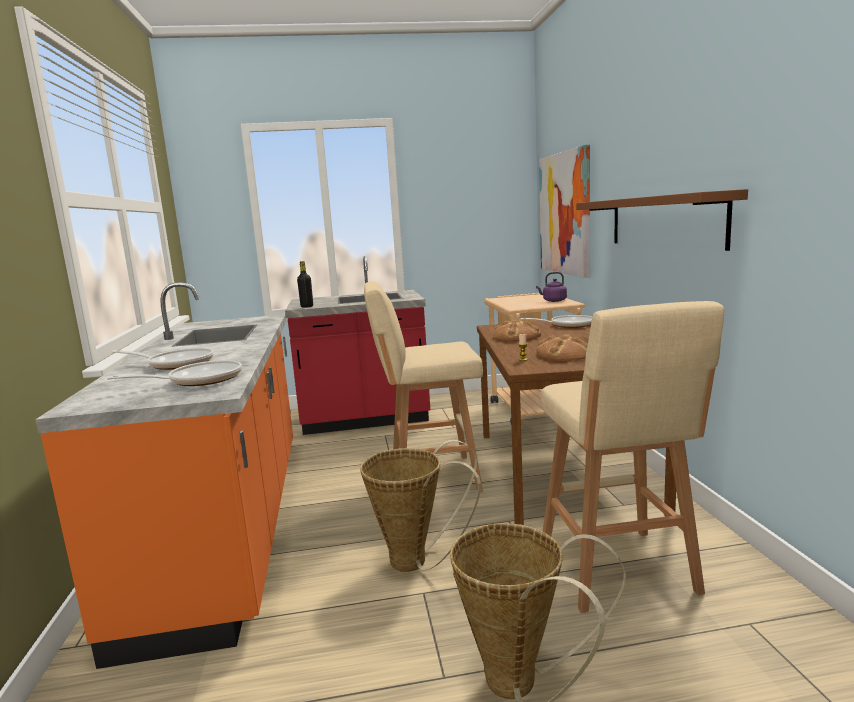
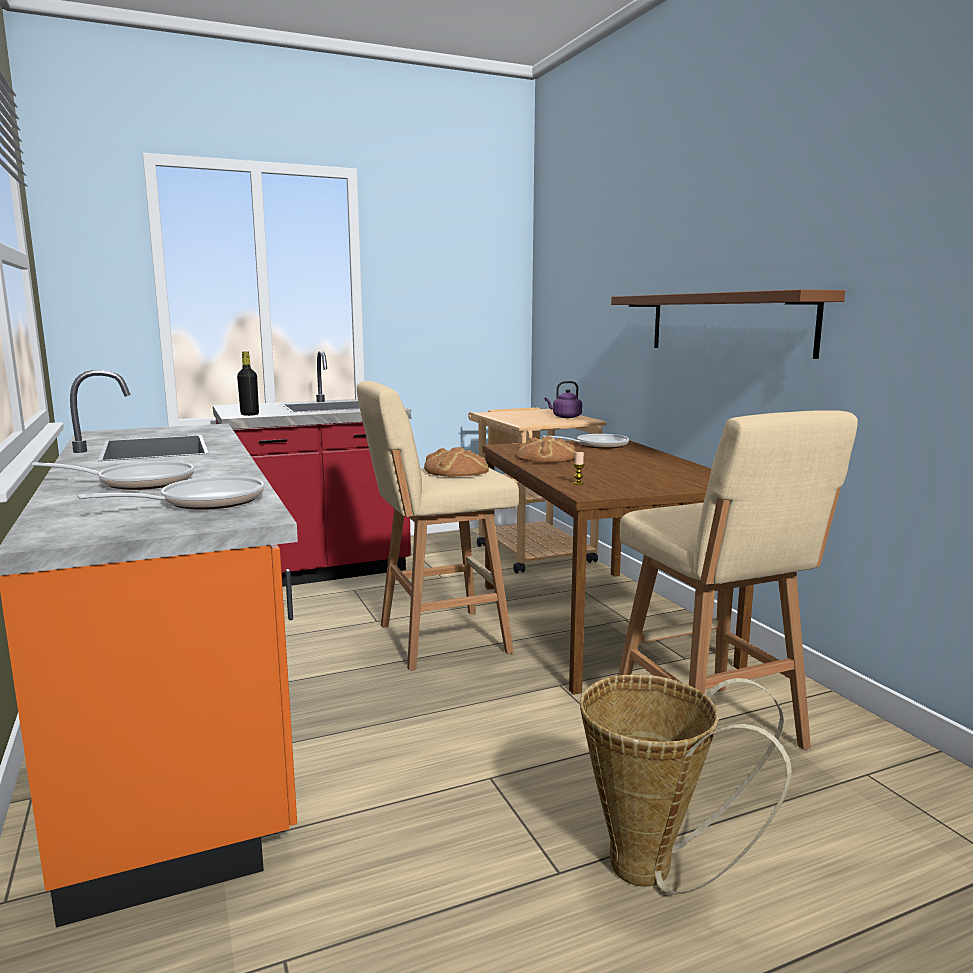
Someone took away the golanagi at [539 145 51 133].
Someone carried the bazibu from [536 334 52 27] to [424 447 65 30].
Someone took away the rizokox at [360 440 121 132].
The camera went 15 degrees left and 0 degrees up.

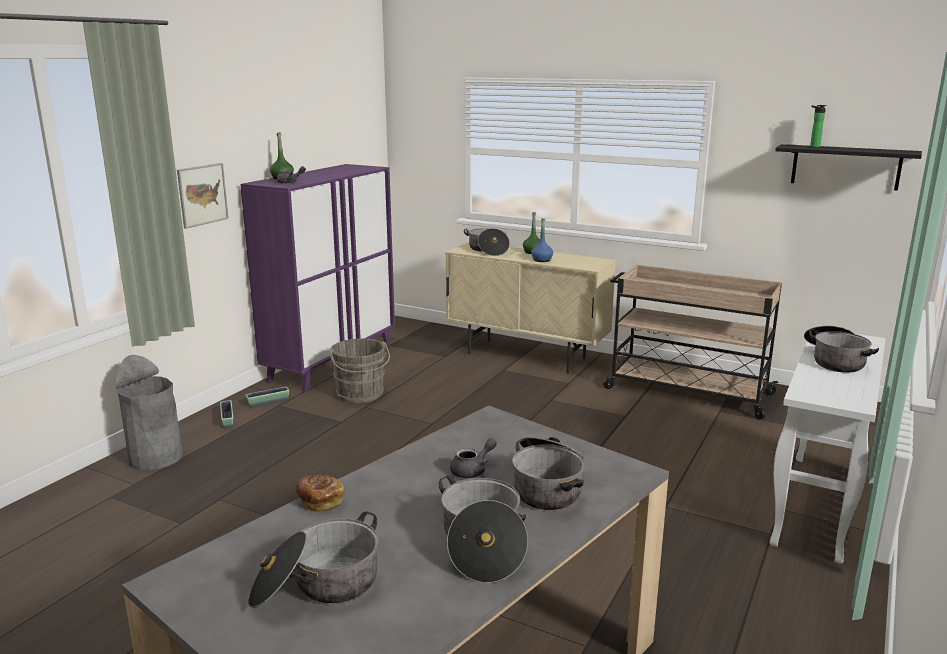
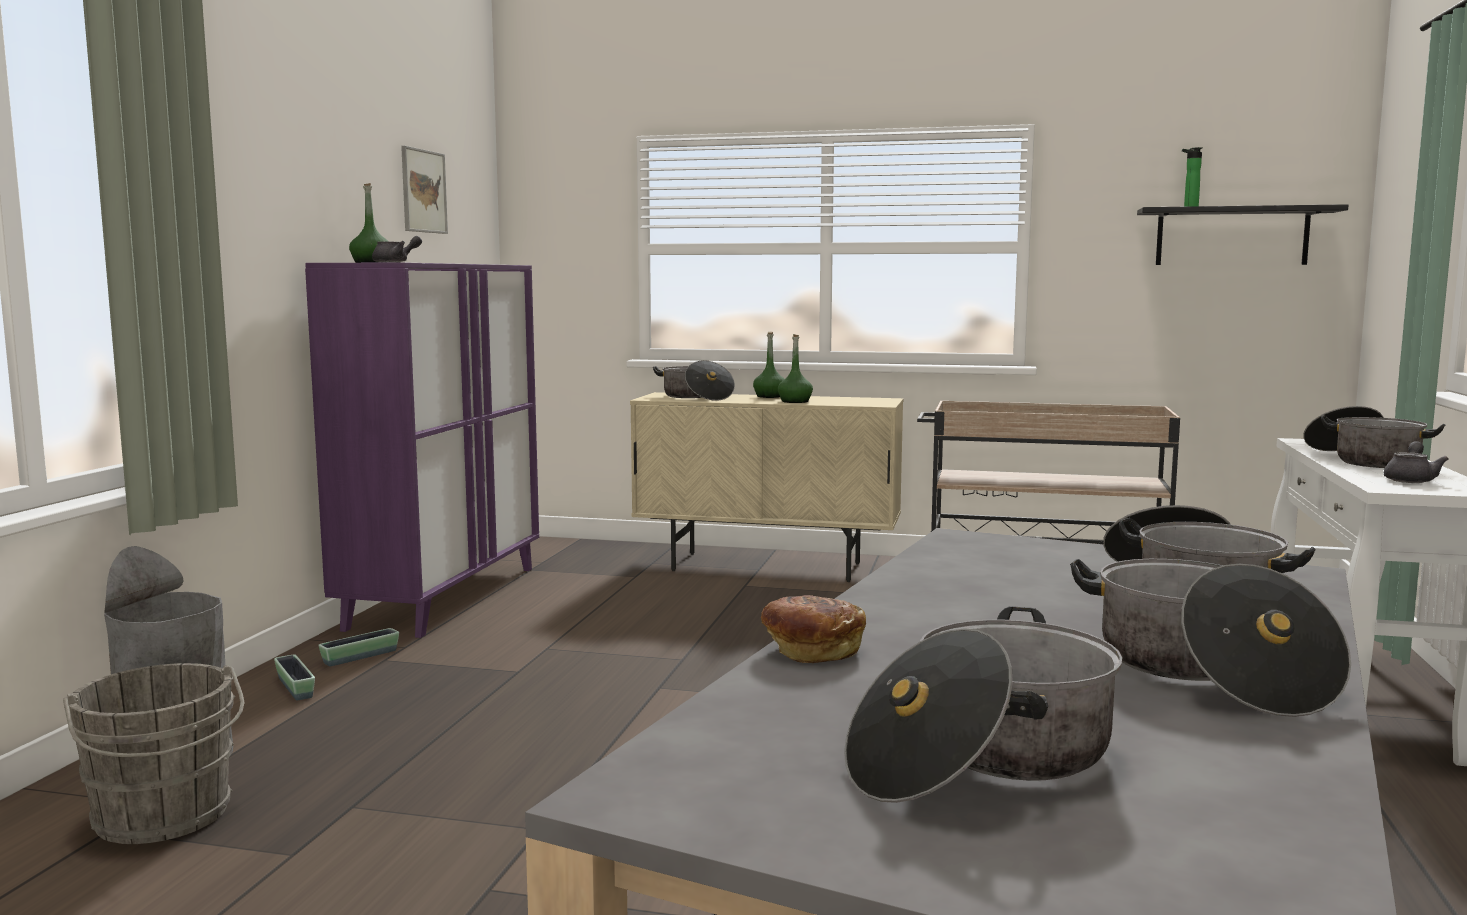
Someone carried the golanagi from [177 163 52 66] to [401 146 47 88].
Someone repainted the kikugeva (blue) at [531 218 22 44], which became the kikugeva (green) at [778 334 35 69].
Someone carried the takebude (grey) from [329 338 61 65] to [63 663 181 181].
Someone carried the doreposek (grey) from [450 438 47 40] to [1384 441 65 42].
The camera went 15 degrees left and 10 degrees down.

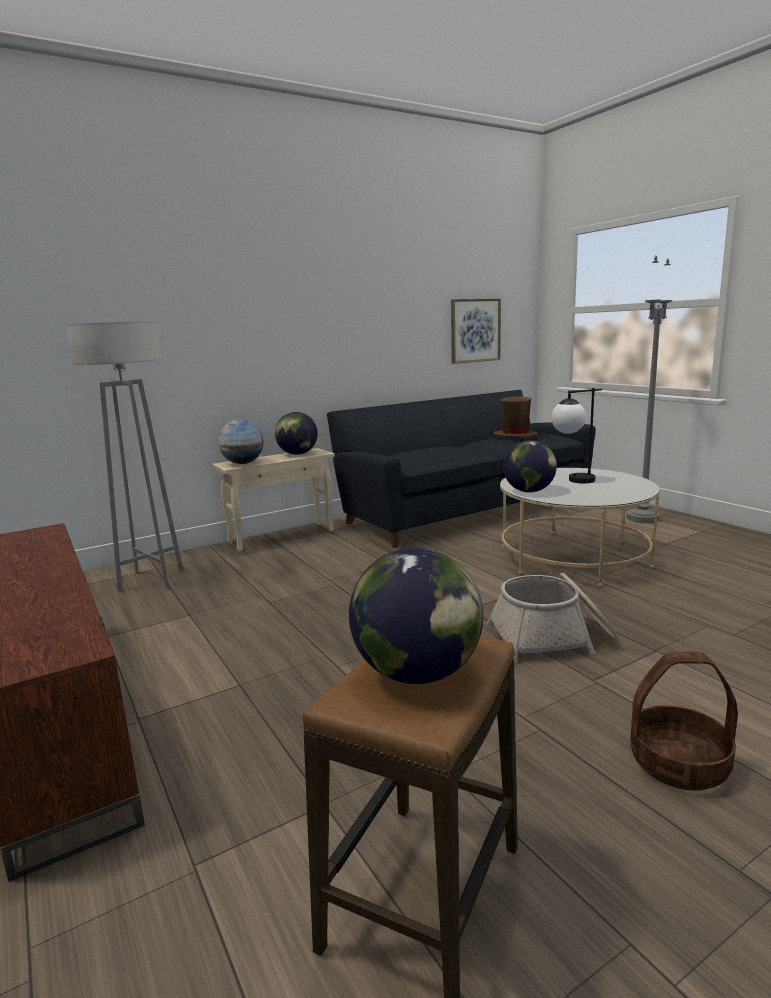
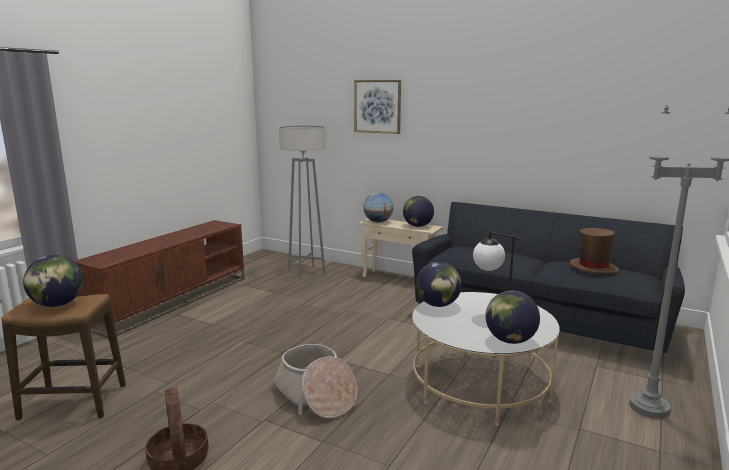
Someone carried the golanagi from [451 298 50 66] to [354 80 47 54].
Someone put down the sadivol at [486 291 54 53].
The camera went 60 degrees right and 0 degrees up.

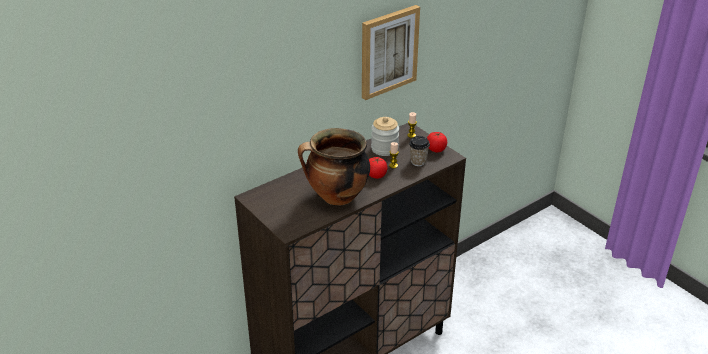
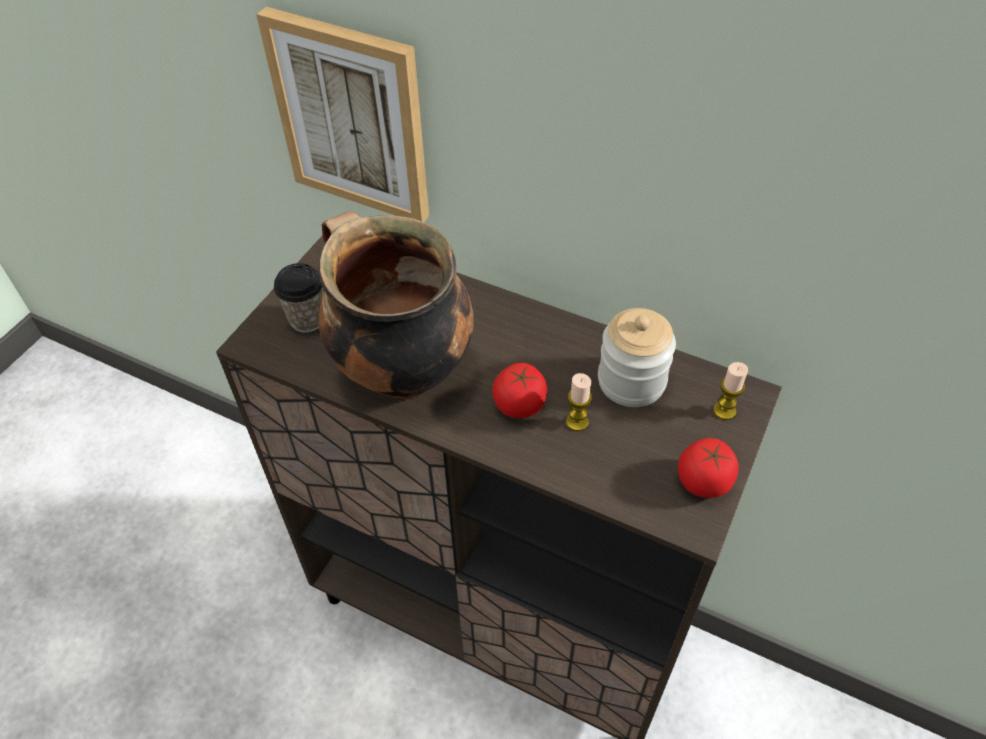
Someone carried the golanagi from [362 5 58 95] to [256 7 173 215].
Someone carried the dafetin from [409 136 21 30] to [274 263 49 70].
The camera went 65 degrees right and 15 degrees up.

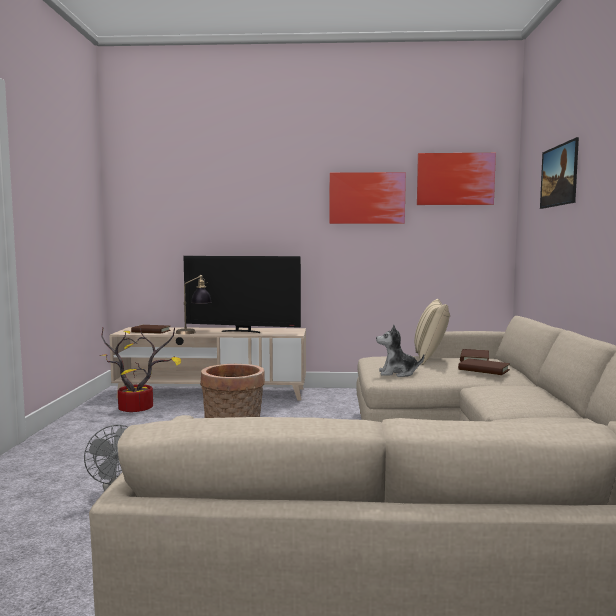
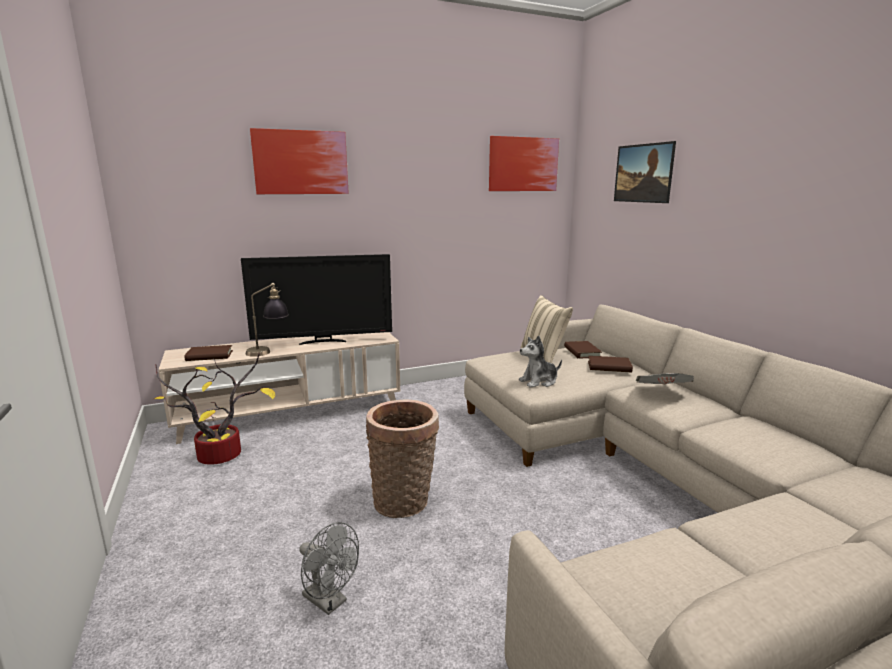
Someone carried the golanagi from [329 172 77 52] to [250 128 99 66].
Someone put down the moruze at [636 373 58 12].
The camera went 25 degrees left and 10 degrees up.

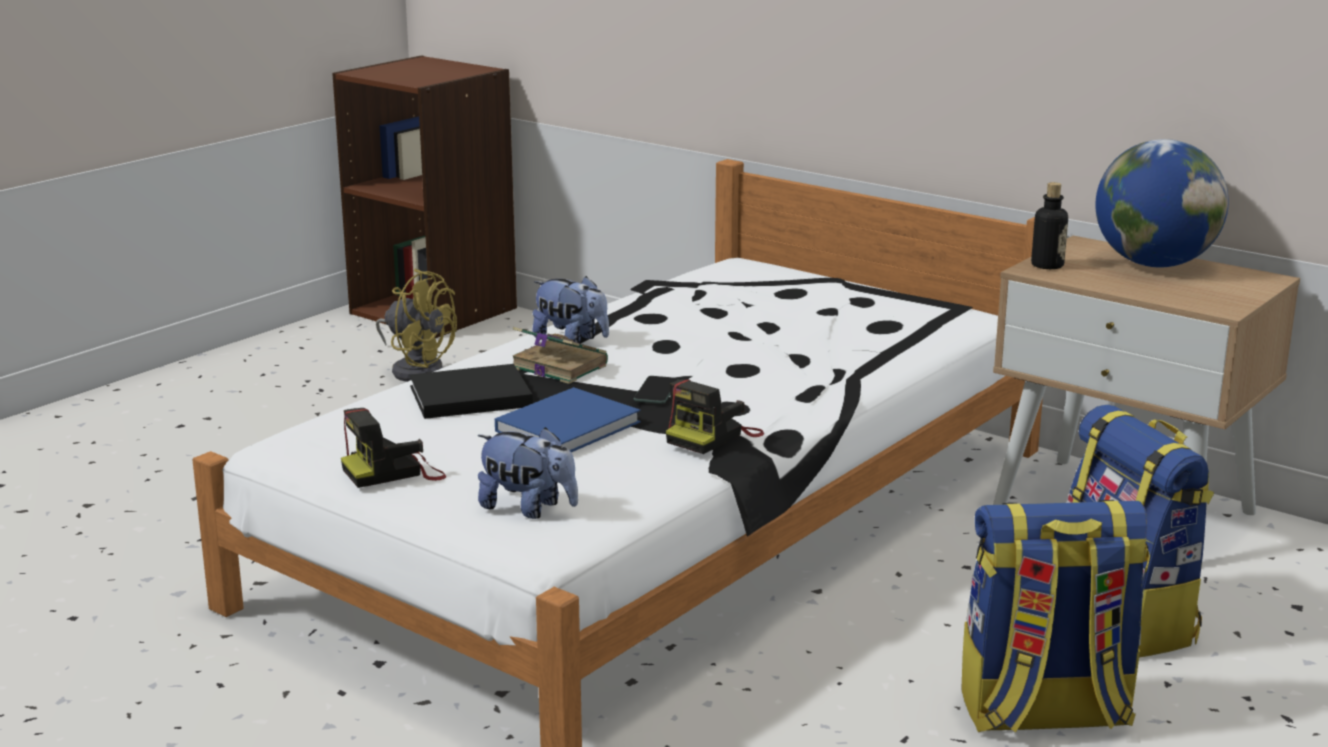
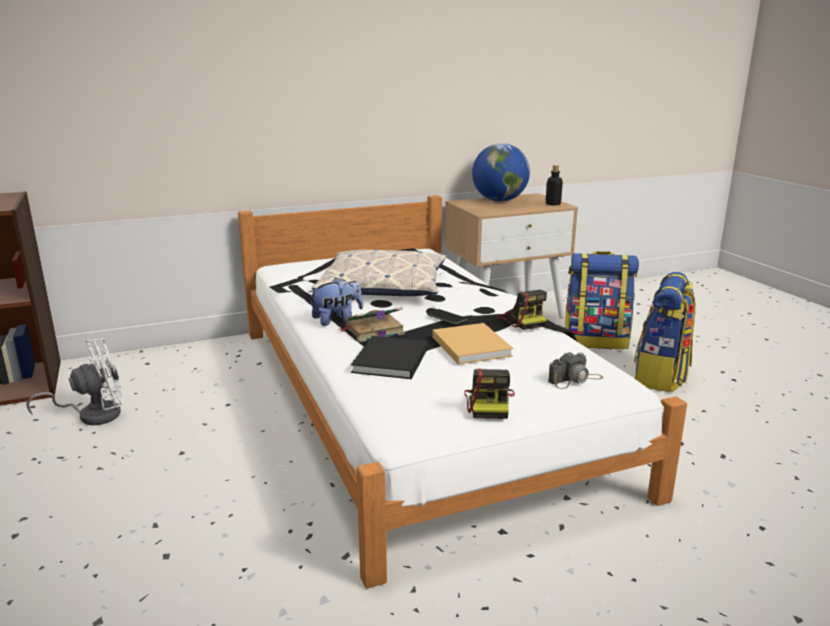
Someone carried the kikugeva from [1031 182 37 87] to [546 165 17 40].
Someone repainted the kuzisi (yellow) at [376 269 81 113], which became the kuzisi (white) at [26 338 97 87].
Someone repainted the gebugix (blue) at [495 387 145 65], which became the gebugix (beige) at [433 323 80 41].
Someone swapped the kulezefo at [478 427 100 92] for the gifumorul at [548 352 55 37].
Someone put down the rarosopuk at [312 249 134 47].
The camera went 60 degrees left and 0 degrees up.

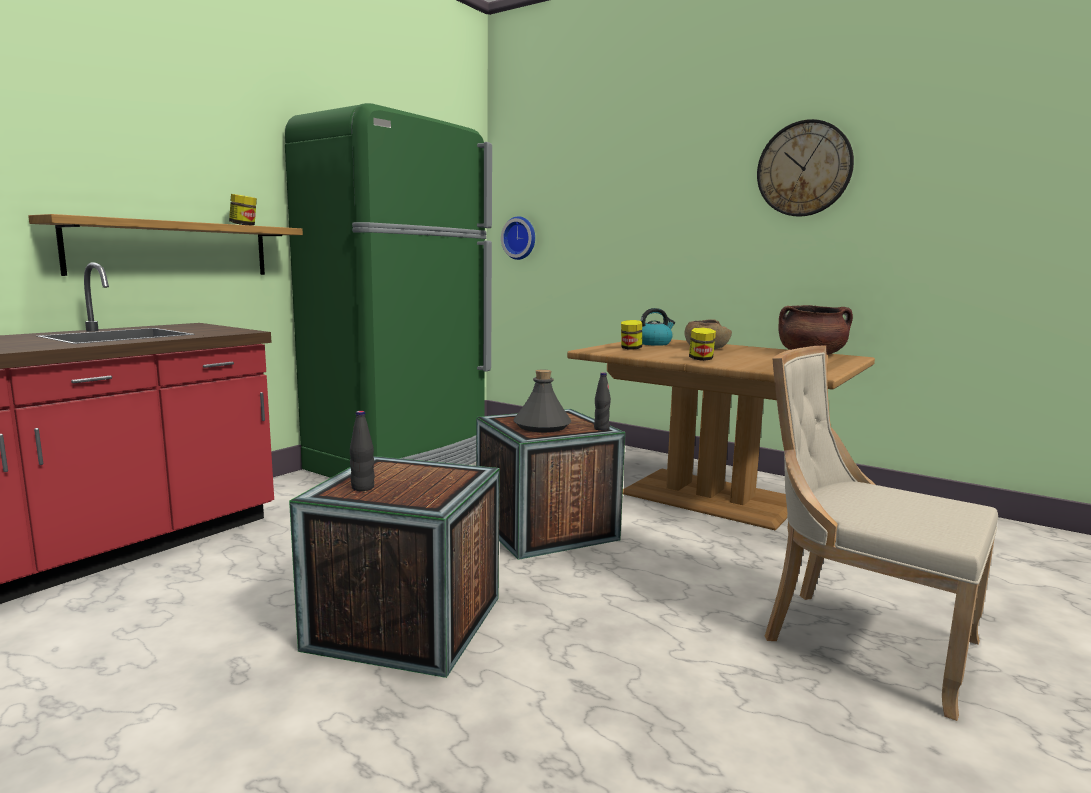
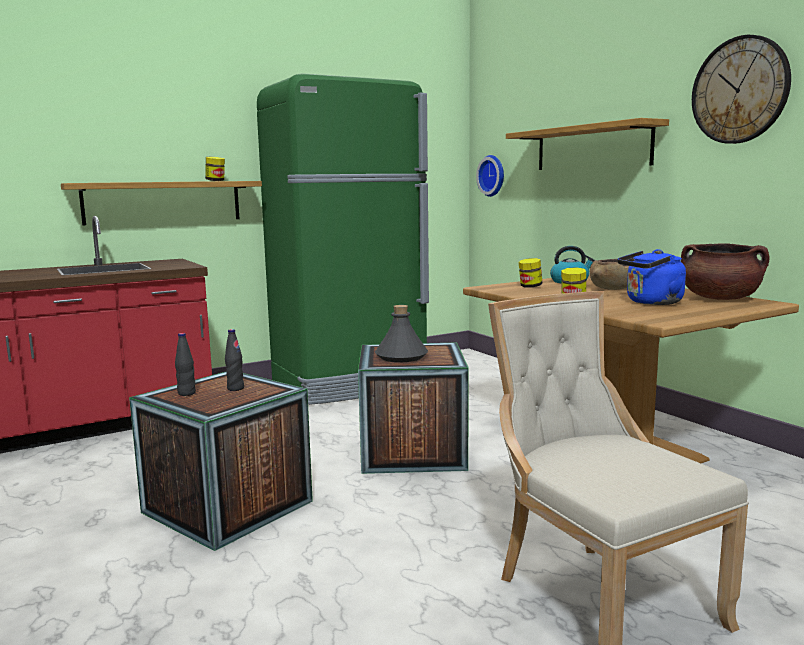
Someone carried the kikugeva (black) from [594 372 17 59] to [225 329 19 62].
Someone put up the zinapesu at [506 118 163 52].
Someone put down the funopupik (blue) at [618 249 68 56].
The camera went 25 degrees right and 0 degrees up.

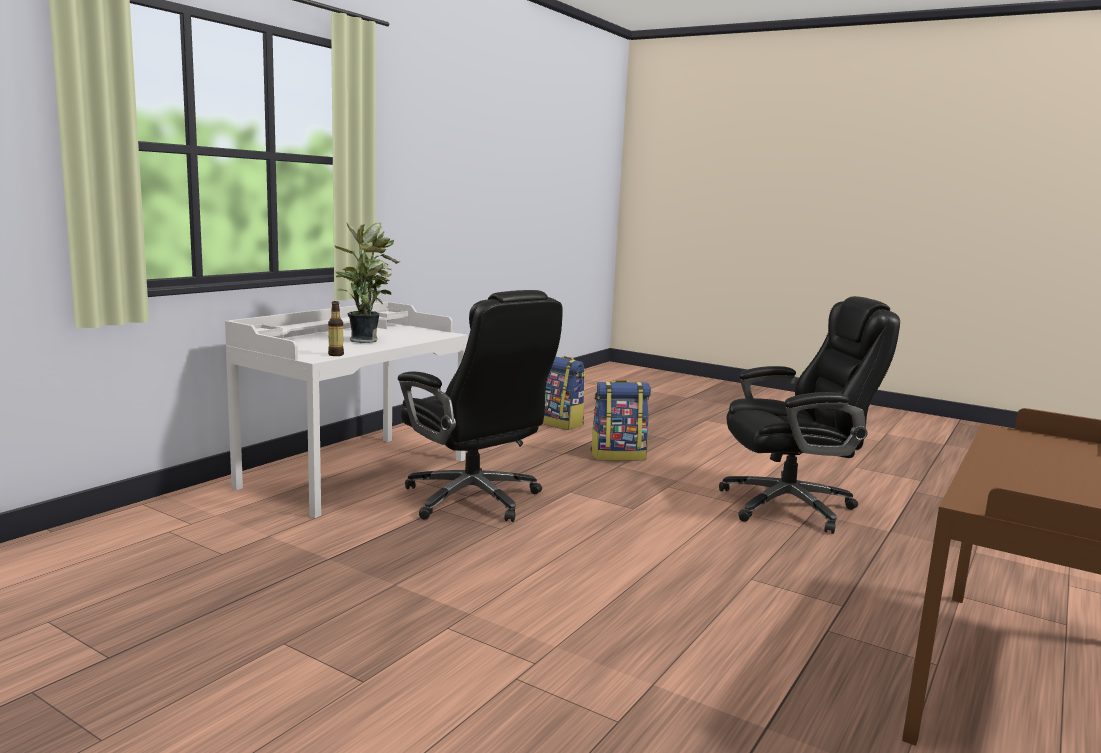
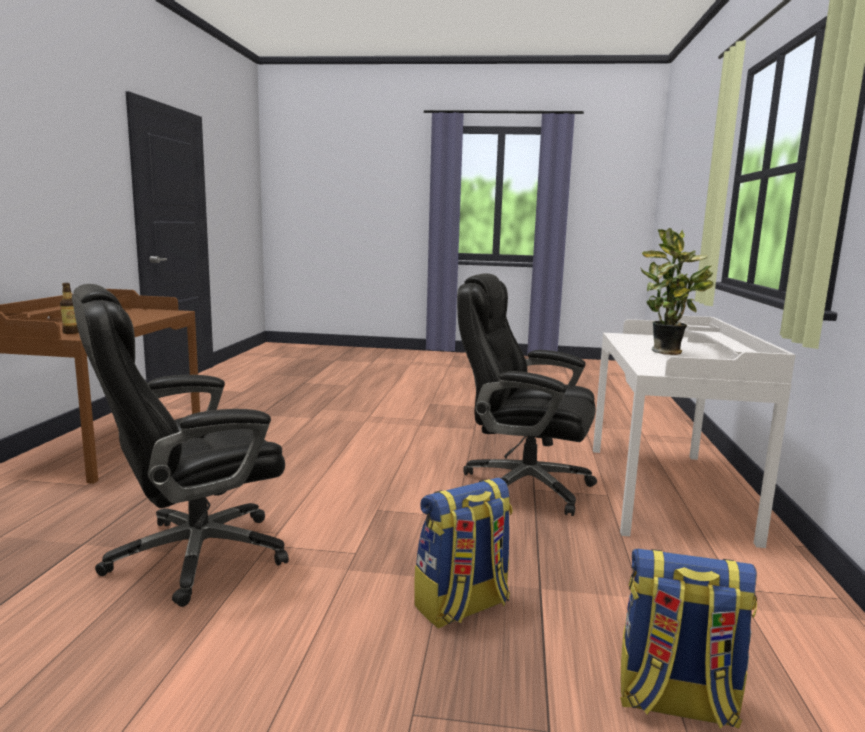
Someone carried the kikugeva from [328 301 16 55] to [60 283 19 51].
The camera went 155 degrees right and 0 degrees up.

